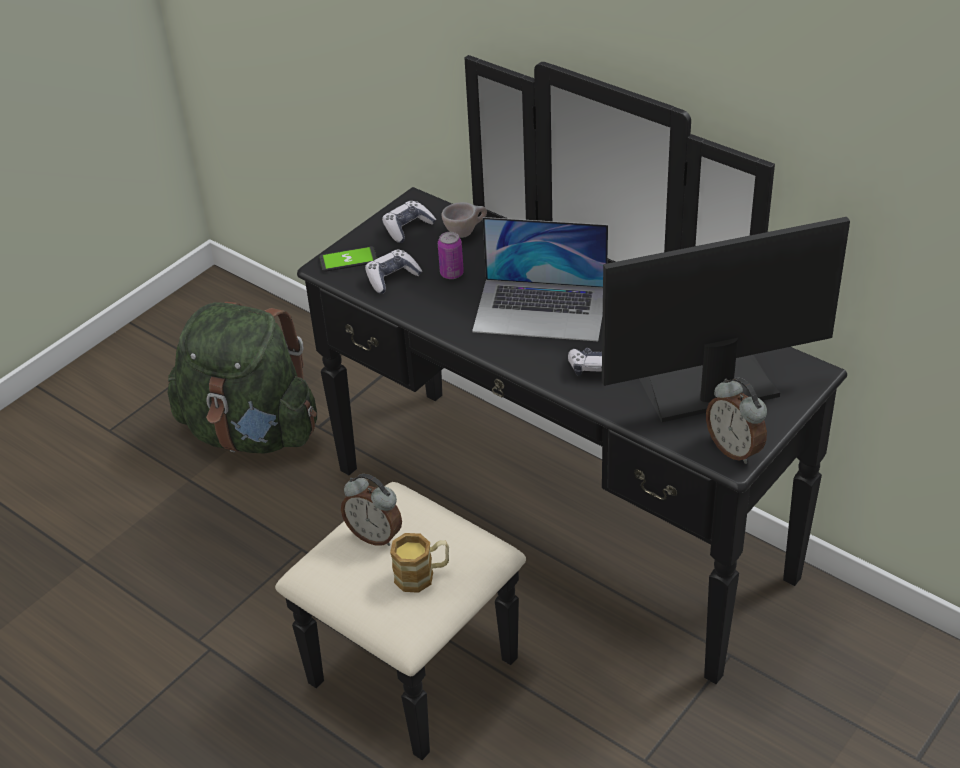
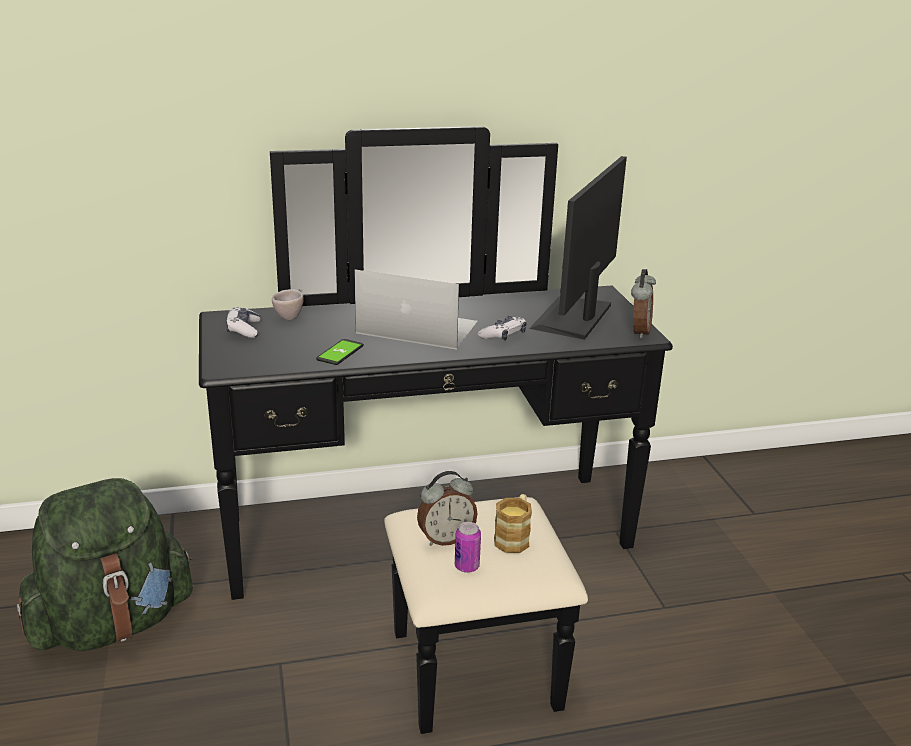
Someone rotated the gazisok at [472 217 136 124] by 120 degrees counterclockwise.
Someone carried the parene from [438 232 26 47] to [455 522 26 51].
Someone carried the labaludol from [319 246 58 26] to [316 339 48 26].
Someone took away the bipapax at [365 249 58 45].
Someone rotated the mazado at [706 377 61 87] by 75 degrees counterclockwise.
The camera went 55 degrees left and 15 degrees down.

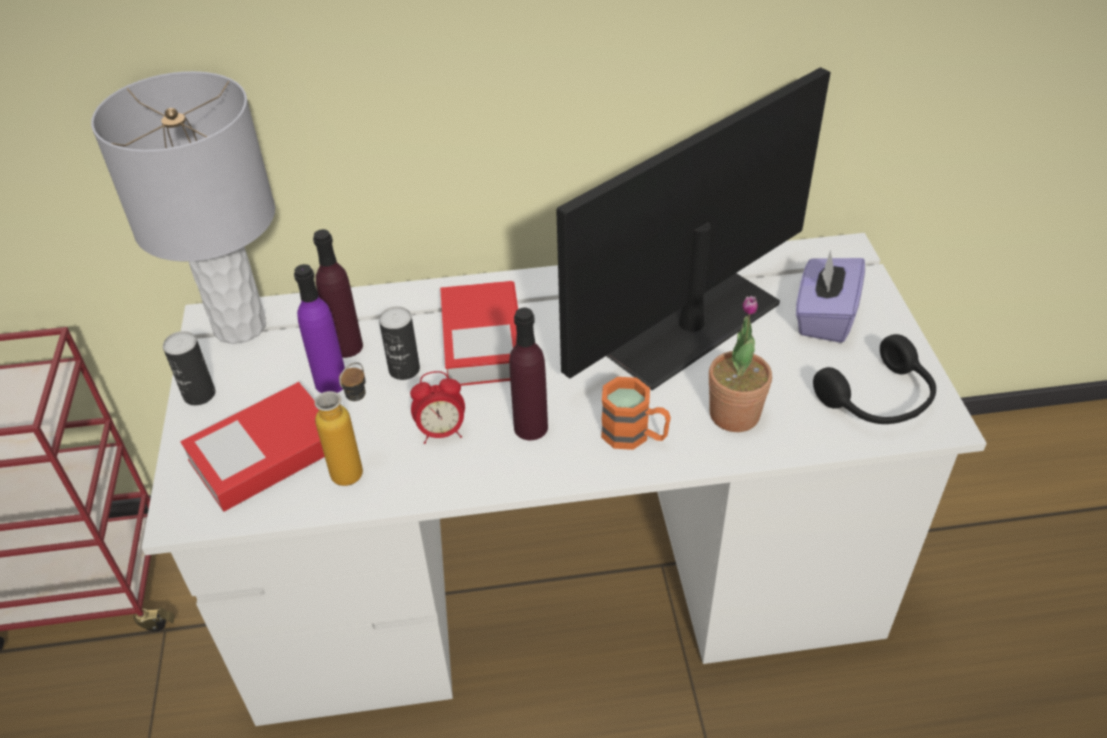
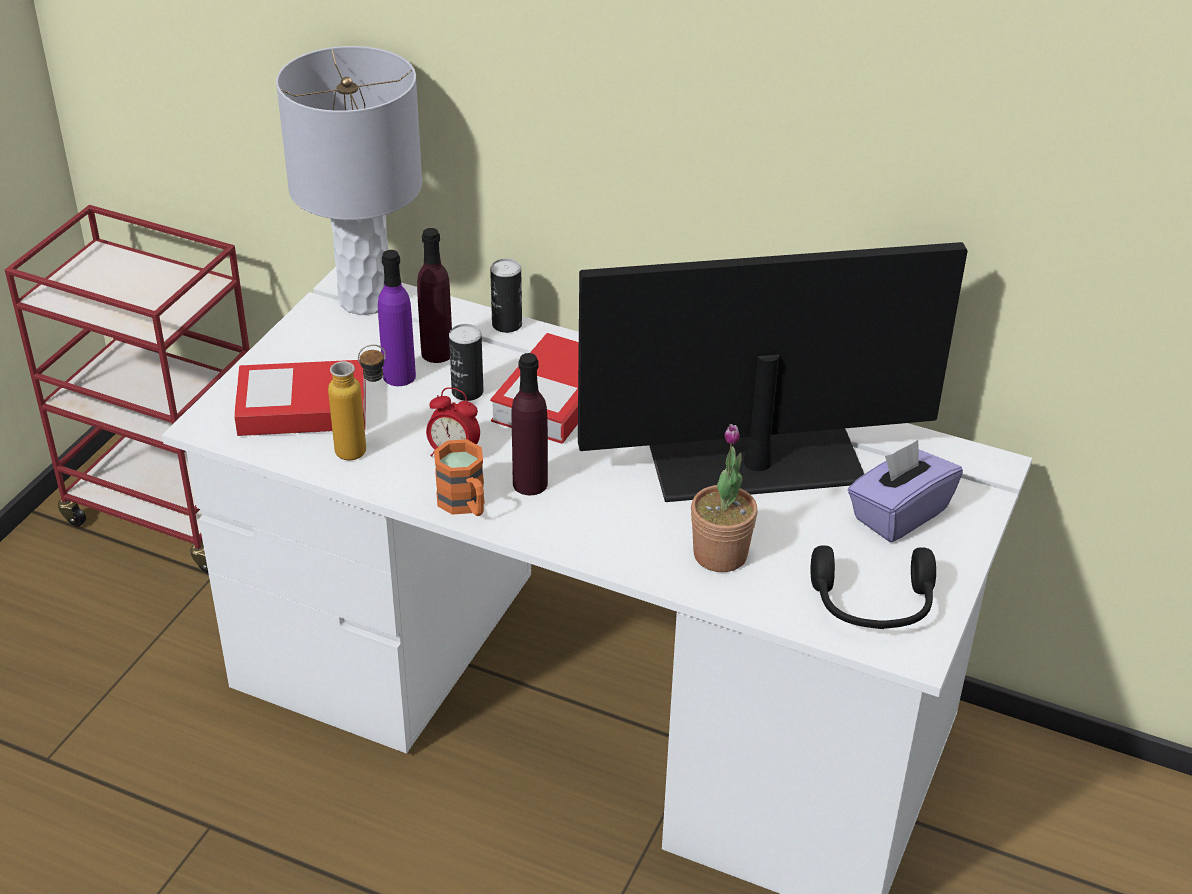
Someone carried the parene from [163 331 52 74] to [490 259 32 74].
Someone carried the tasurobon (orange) from [601 377 70 73] to [434 439 51 77].
The camera went 30 degrees right and 5 degrees down.

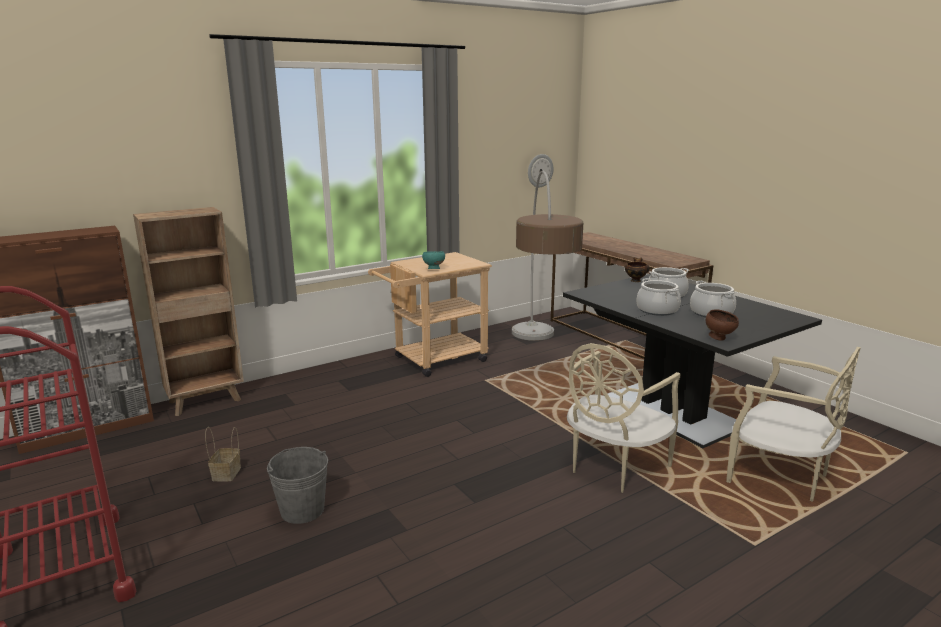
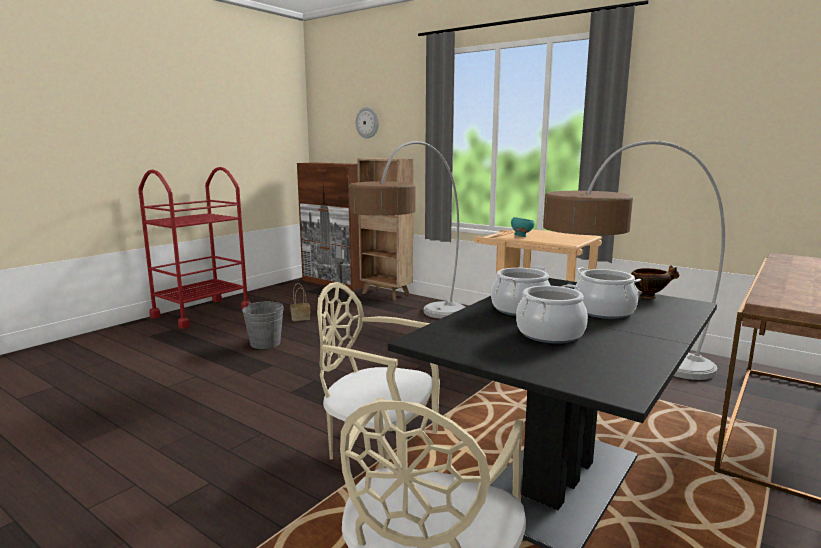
Someone carried the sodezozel from [528 154 25 33] to [356 107 23 31].
Someone took away the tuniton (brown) at [706 310 33 31].
Someone put down the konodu at [349 141 116 178].
The camera went 70 degrees right and 5 degrees down.

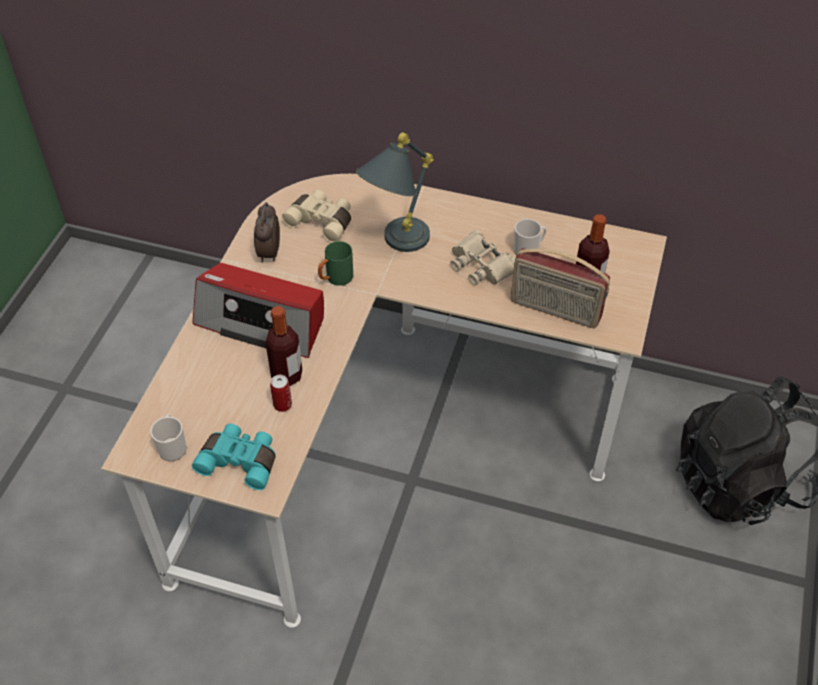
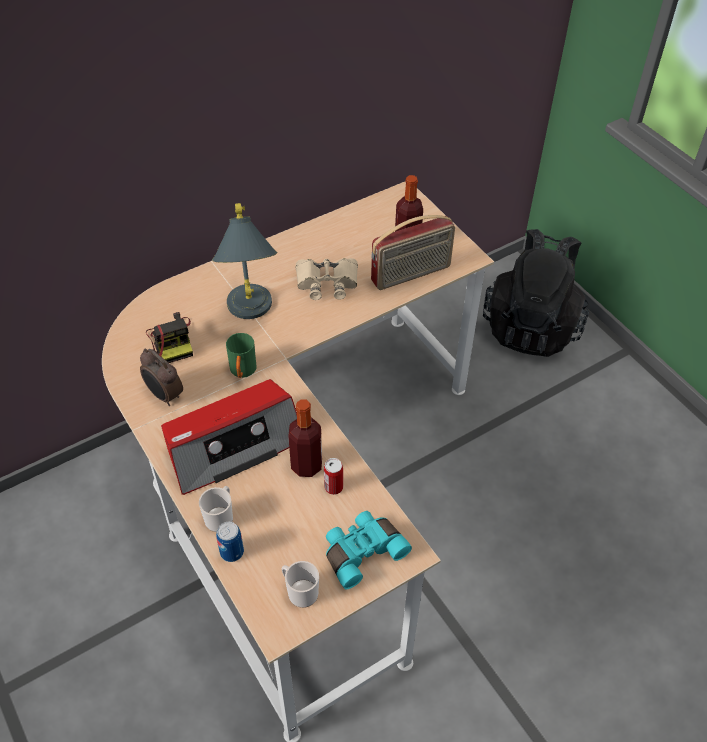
Someone swapped the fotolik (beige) at [282 190 69 52] for the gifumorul at [146 312 47 51].
Someone carried the tasurobon from [514 219 33 36] to [199 486 34 46].
Someone put down the parene at [216 522 28 40].
The camera went 50 degrees left and 0 degrees up.

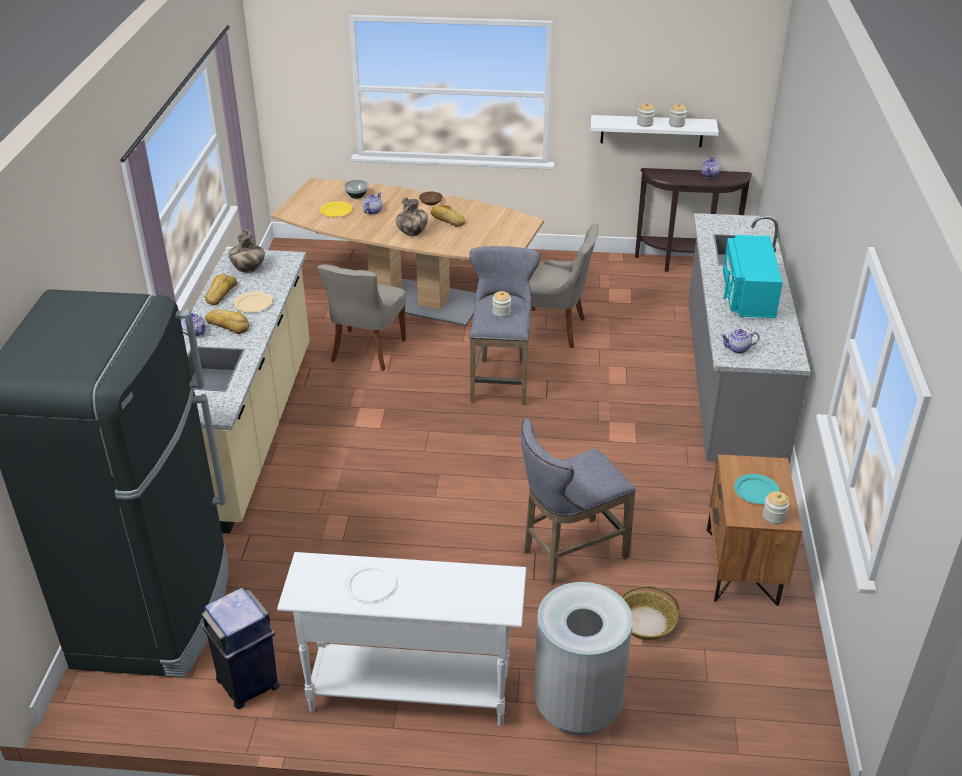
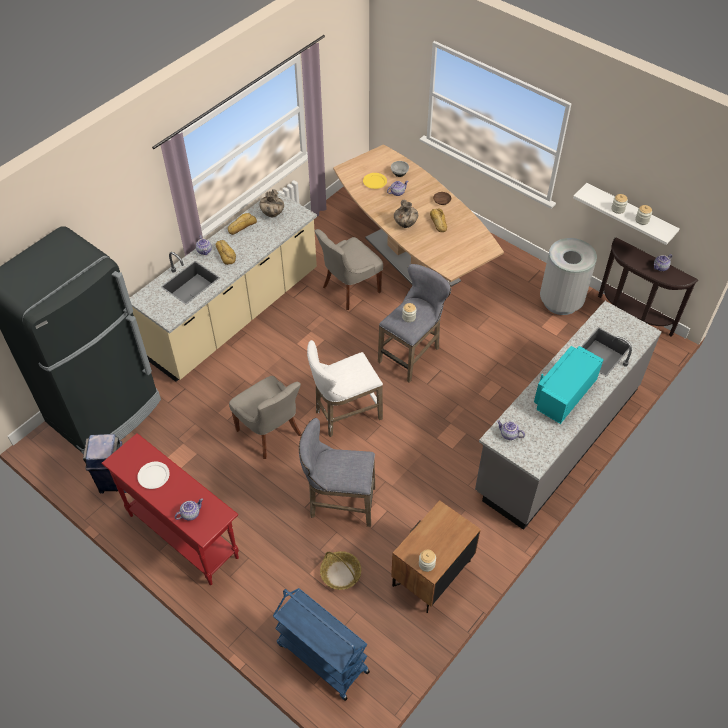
Someone carried the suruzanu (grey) from [530 224 69 124] to [229 376 72 83].
Someone took away the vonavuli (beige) at [234 291 39 21].
Someone took away the vonavuli (turquoise) at [734 474 46 30].
Someone repainted the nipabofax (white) at [277 552 249 174], which became the nipabofax (red) at [101 433 138 152].
Someone carried the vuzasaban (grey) from [534 582 99 154] to [540 238 57 77].
Someone put down the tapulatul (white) at [307 340 76 97].
Someone put down the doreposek at [175 498 28 23].
Someone put down the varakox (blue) at [273 588 97 113].
The camera went 35 degrees right and 15 degrees up.

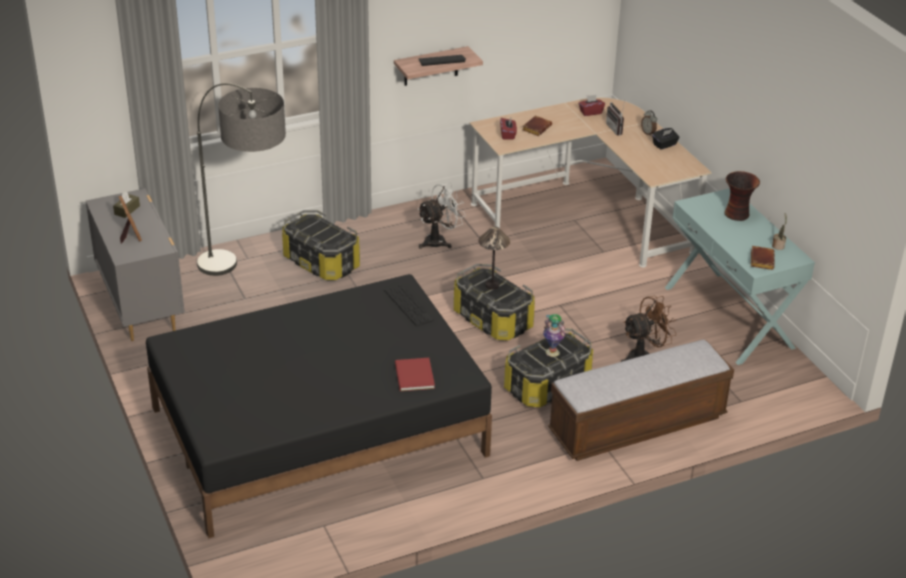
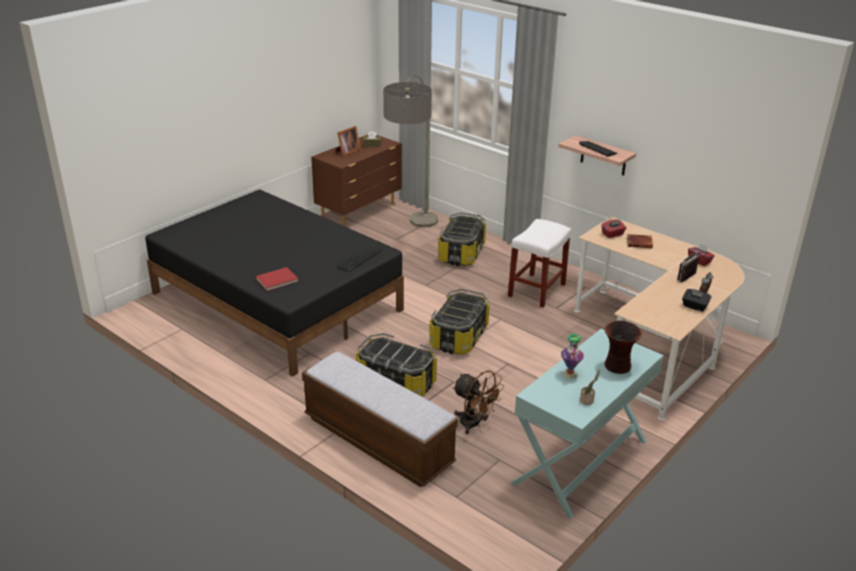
Someone swapped the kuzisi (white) at [417 183 49 66] for the tapulatul (white) at [508 219 63 89].
Someone repainted the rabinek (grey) at [86 188 99 153], which became the rabinek (brown) at [311 135 91 91].
Someone took away the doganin at [478 227 32 63].
Someone took away the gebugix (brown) at [751 246 24 24].
Someone carried the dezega from [543 314 22 43] to [561 333 23 46].
The camera went 65 degrees right and 5 degrees down.

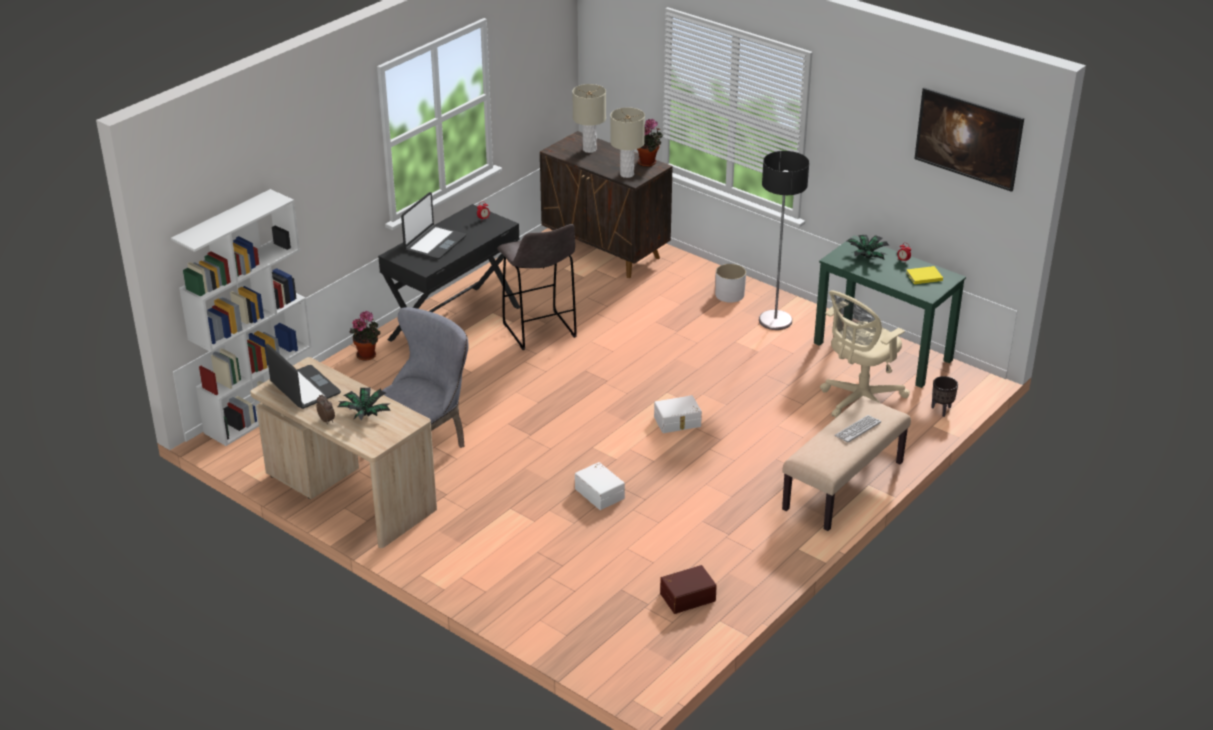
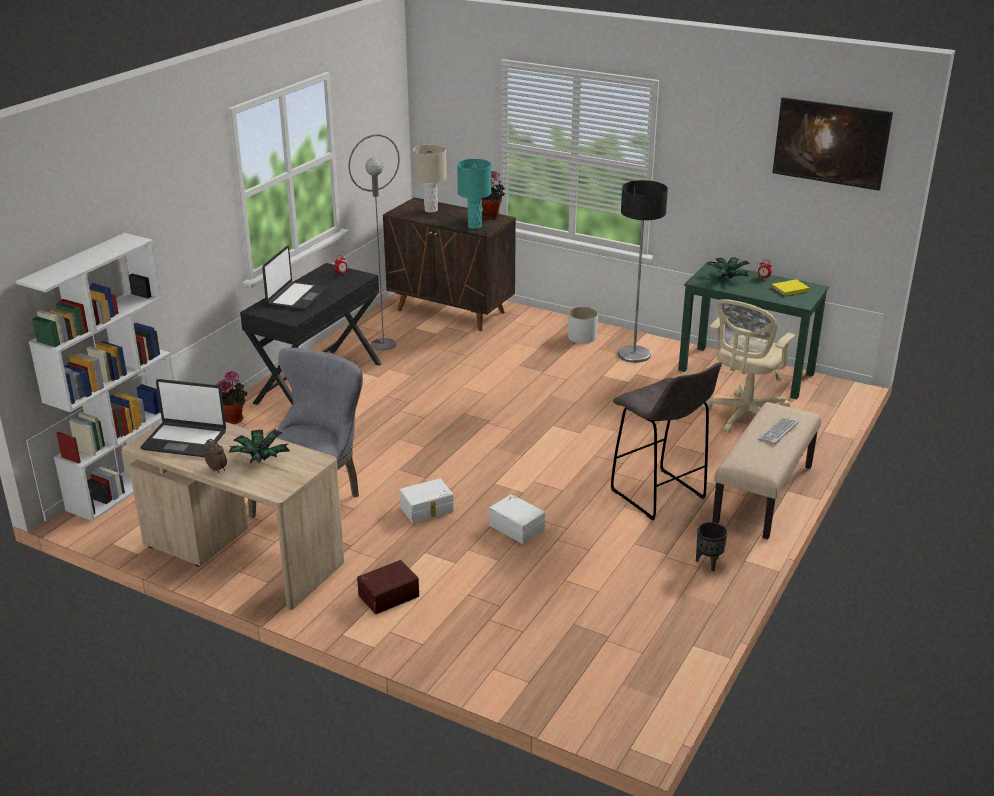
Someone repainted the doganin (beige) at [610 107 35 71], which became the doganin (turquoise) at [457 159 34 70].
Someone carried the tapulatul (grey) from [497 224 80 126] to [611 362 111 158].
Someone rotated the gazisok at [266 344 75 65] by 150 degrees clockwise.
Someone carried the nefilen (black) from [931 376 27 41] to [696 522 32 49].
Someone carried the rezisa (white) from [654 395 48 38] to [399 478 55 45].
Someone carried the rezisa (brown) from [660 565 57 49] to [357 560 62 54].
Someone put down the konodu (grey) at [348 134 52 216].
The camera went 10 degrees left and 5 degrees down.

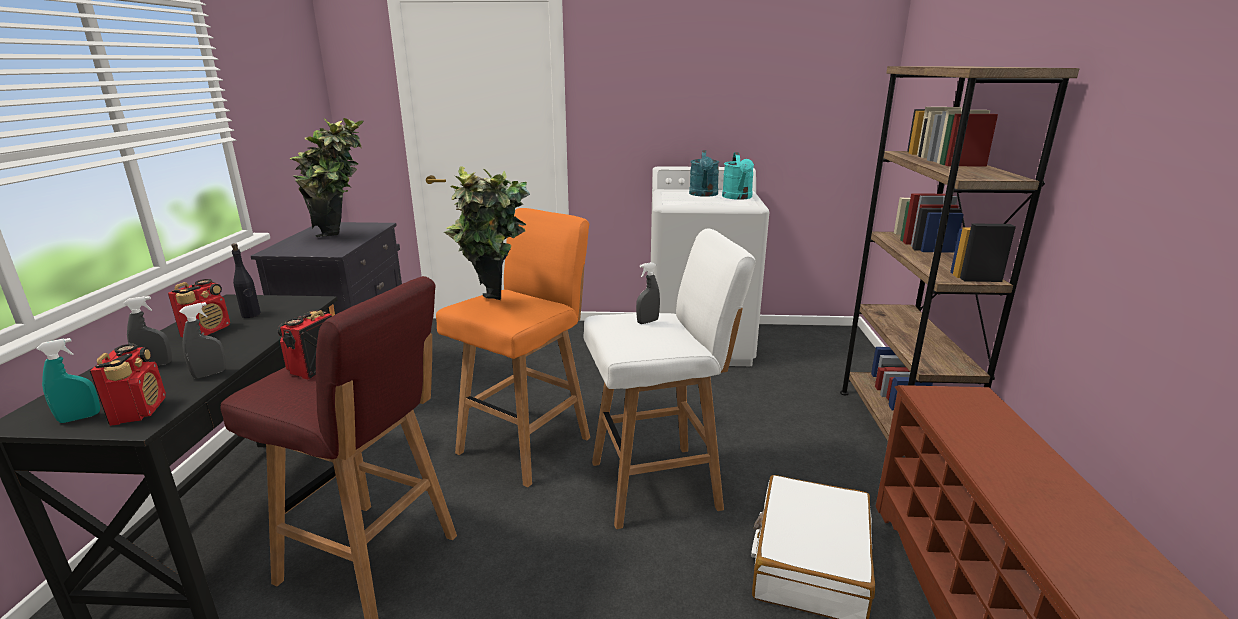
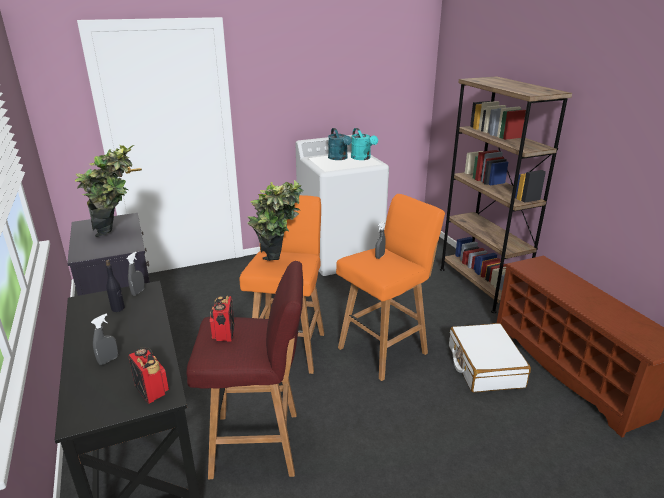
Someone repainted the tapulatul (white) at [584 228 172 301], which became the tapulatul (orange) at [336 194 109 187].
Someone took away the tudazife at [168 279 62 58].
Someone carried the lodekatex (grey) from [179 302 47 77] to [127 252 18 44].
Someone took away the lodekatex (turquoise) at [37 338 63 85].
The camera went 25 degrees left and 5 degrees up.

